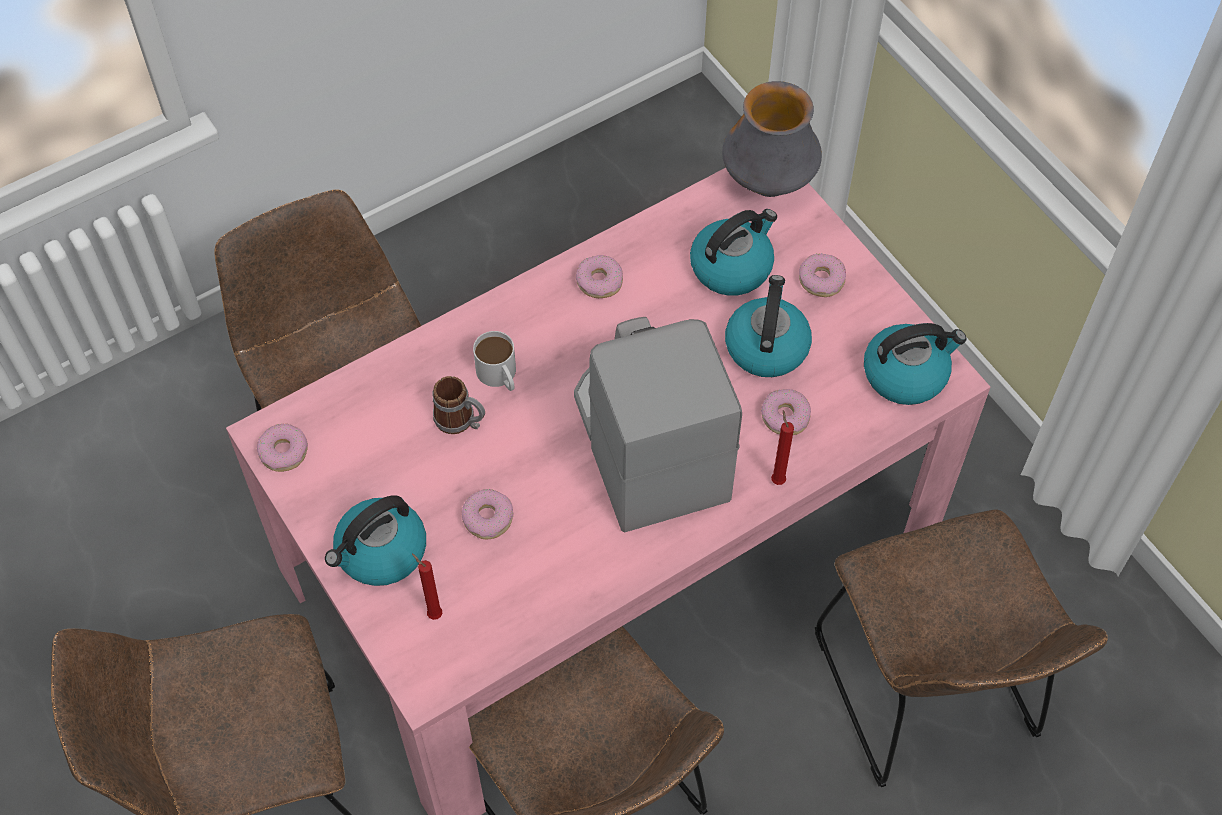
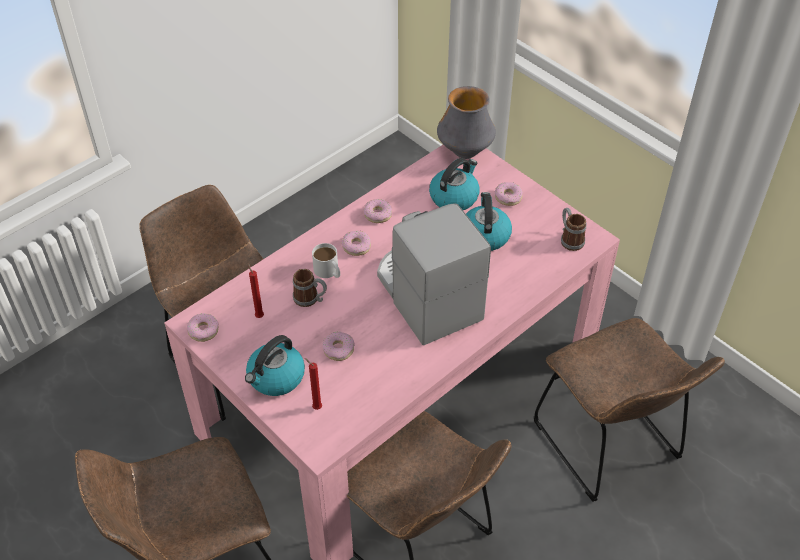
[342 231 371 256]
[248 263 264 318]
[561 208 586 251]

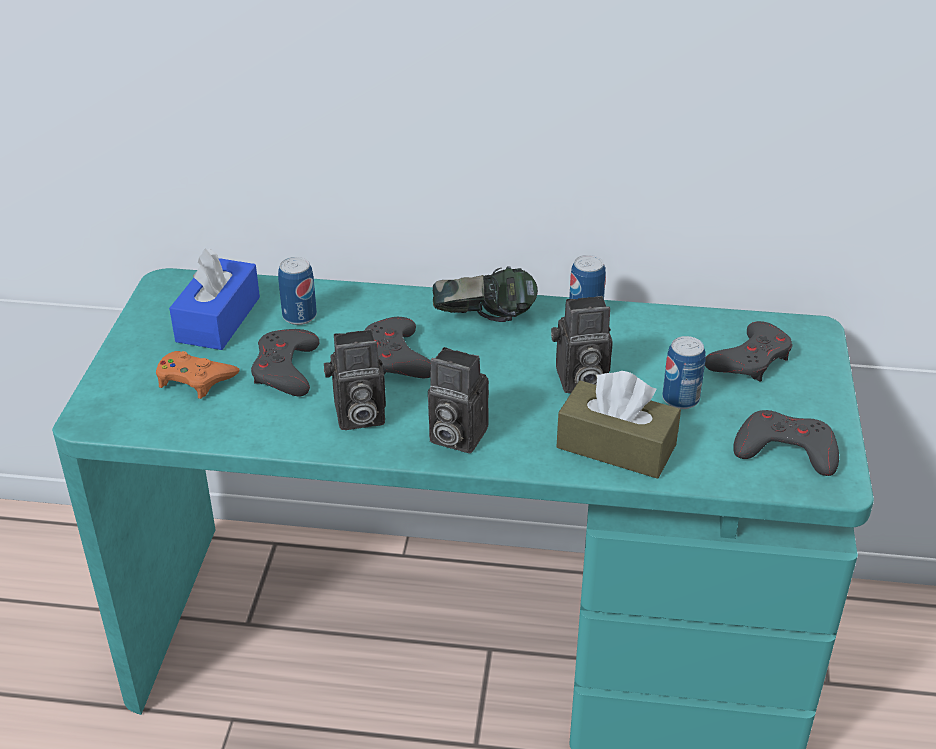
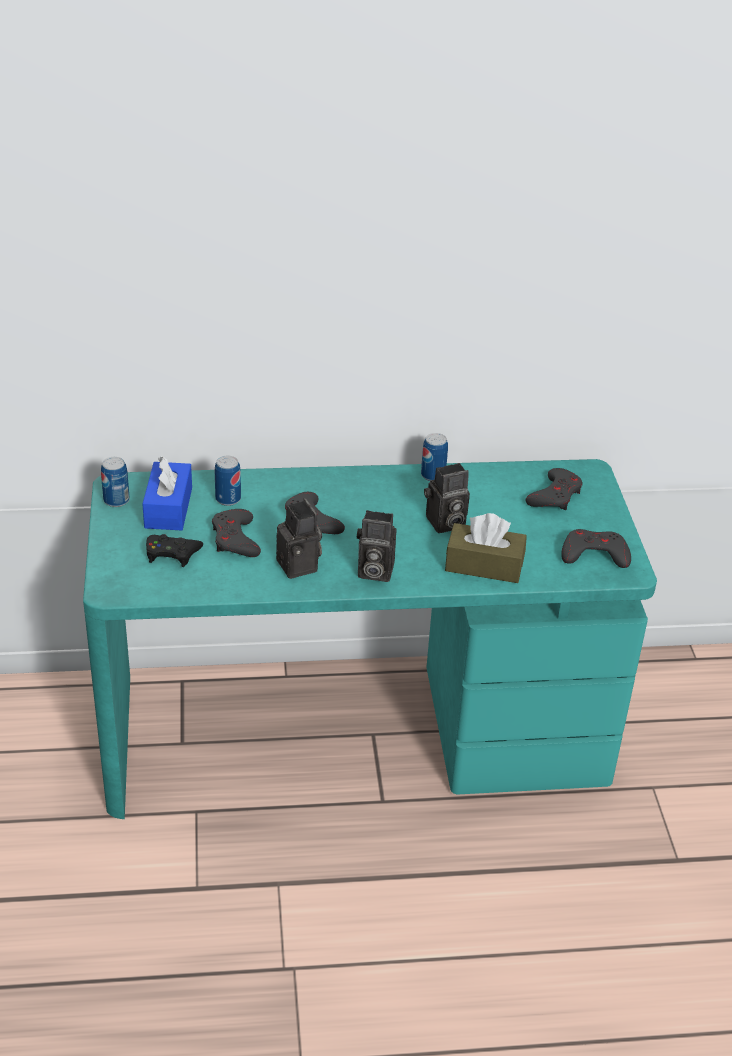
[146 534 204 567]
[276 498 322 579]
[433 266 538 322] (first image)
[101 457 129 507]

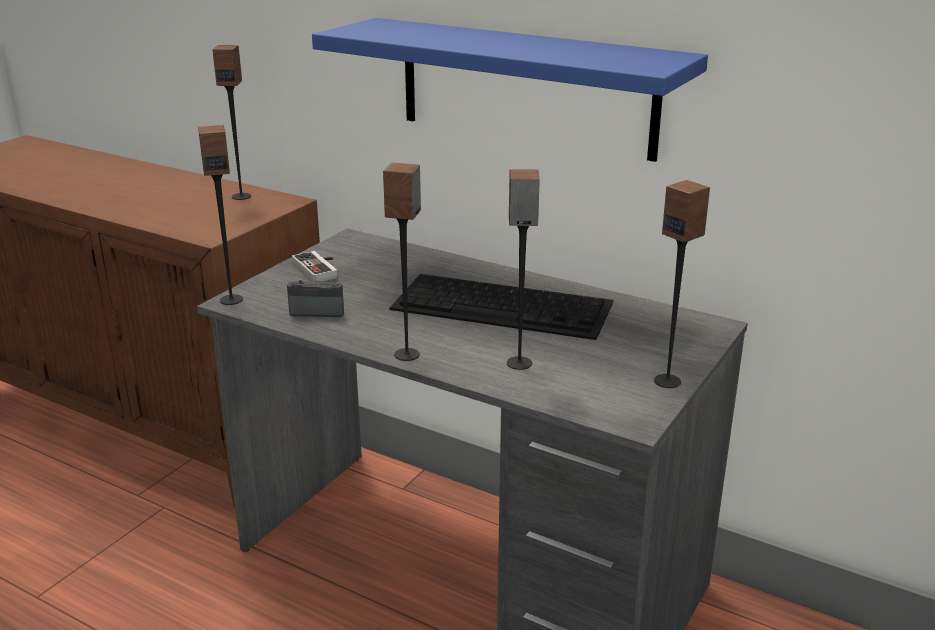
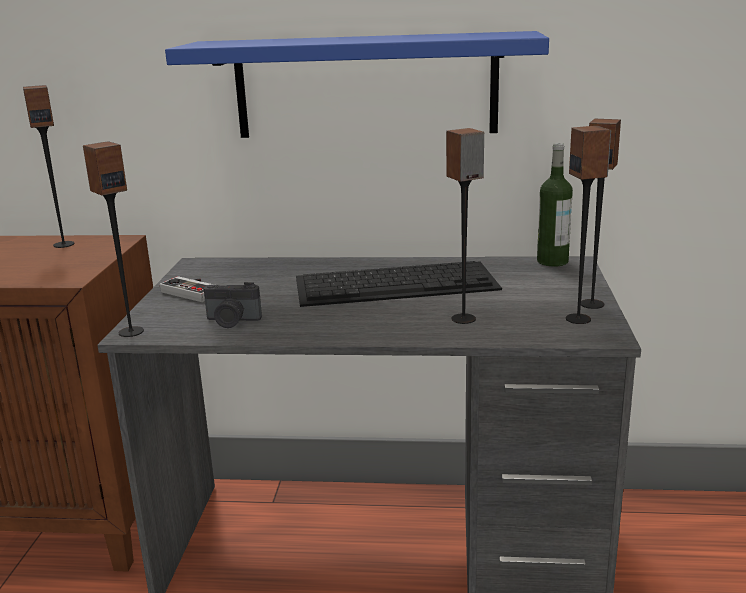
[204 282 262 328]
[566 126 611 324]
[537 143 573 267]

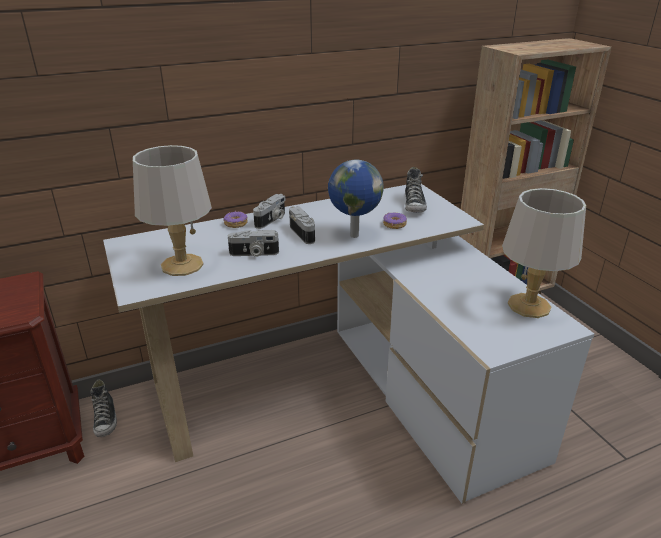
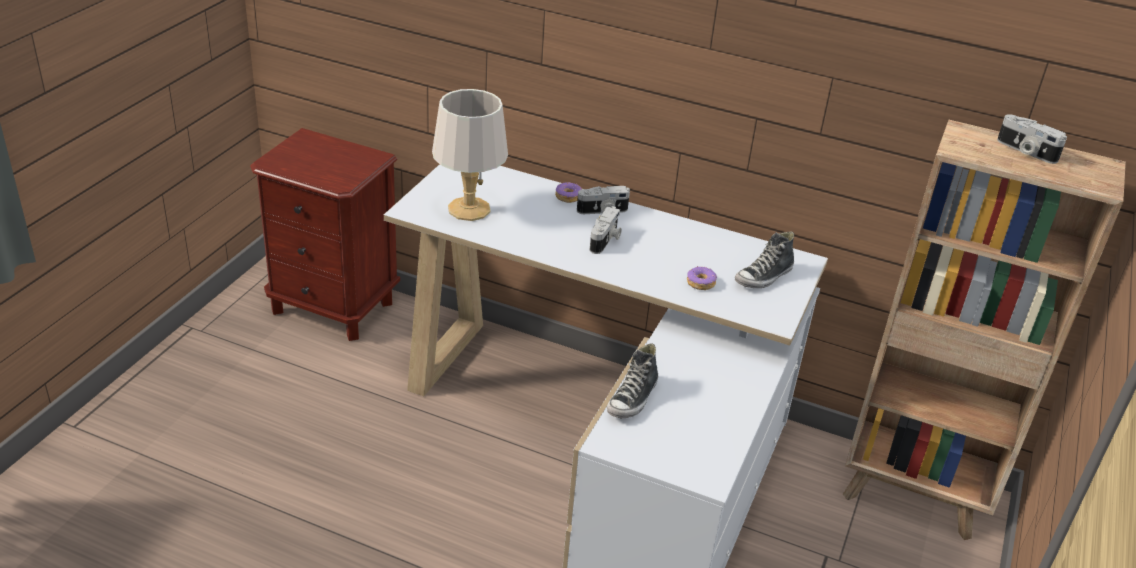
[607 343 658 418]
[997 114 1067 164]
[328 159 384 238] (first image)
[502 188 586 318] (first image)

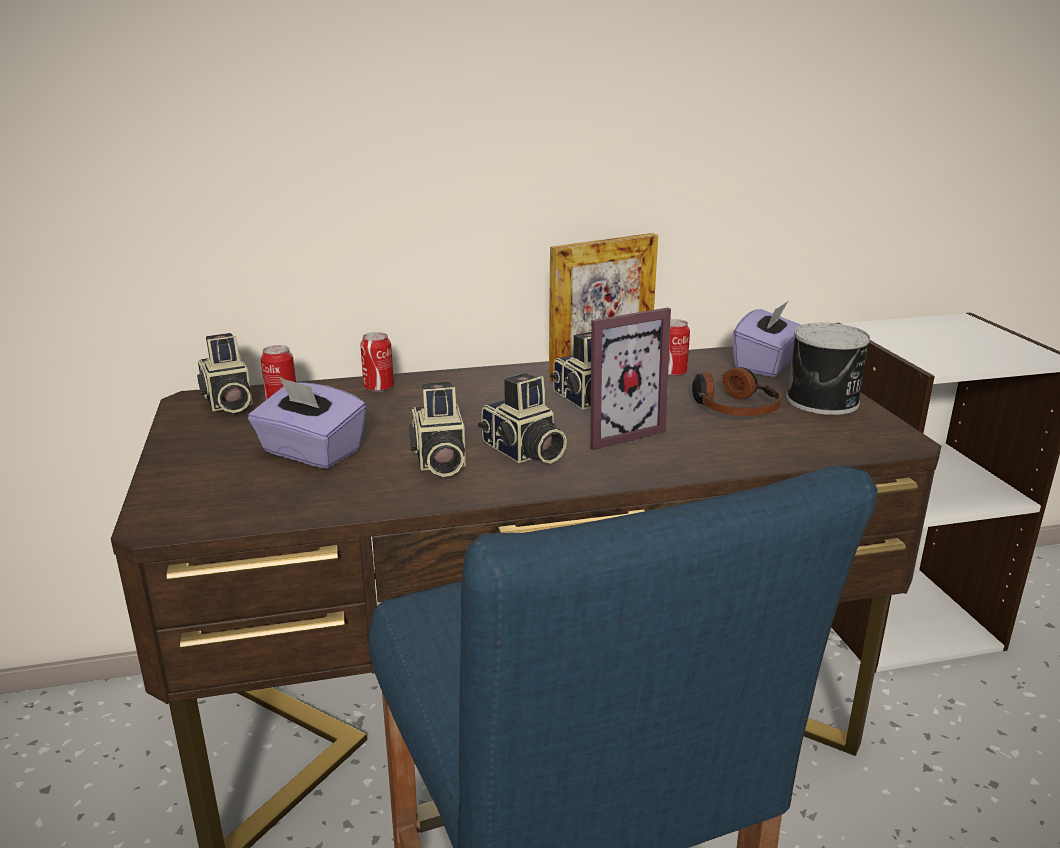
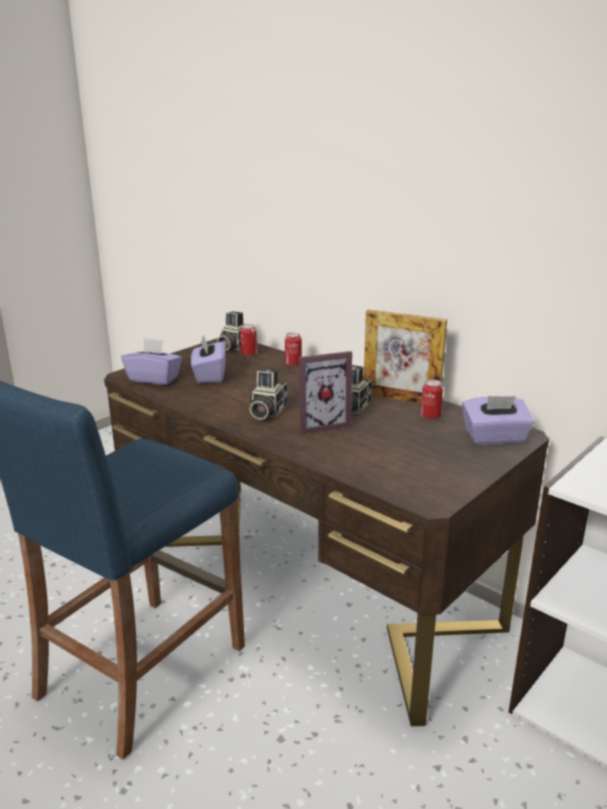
[409 382 466 477] (first image)
[299 351 352 435]
[692 367 781 416] (first image)
[786 323 870 415] (first image)
[121 338 182 385]

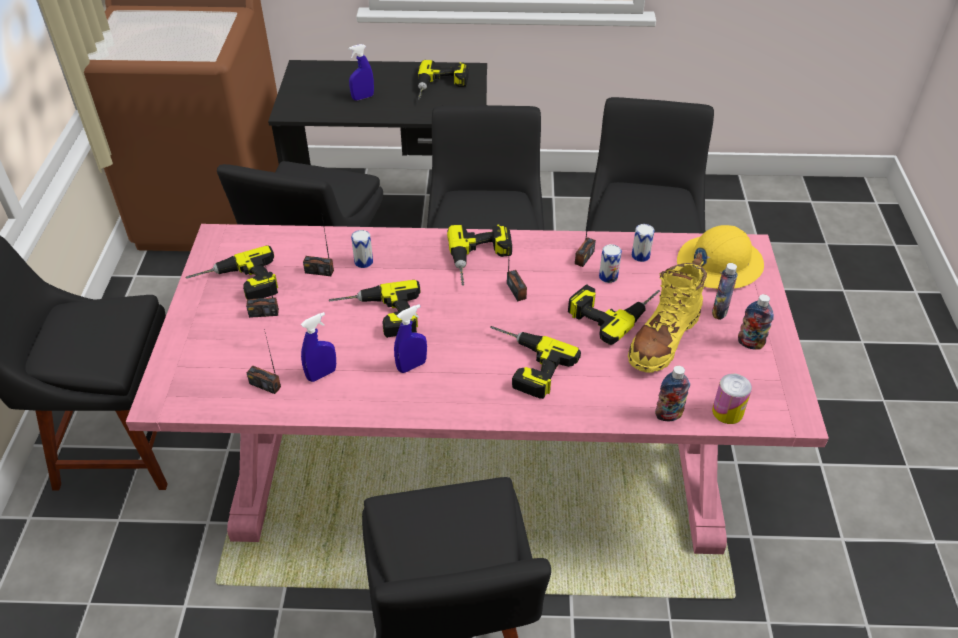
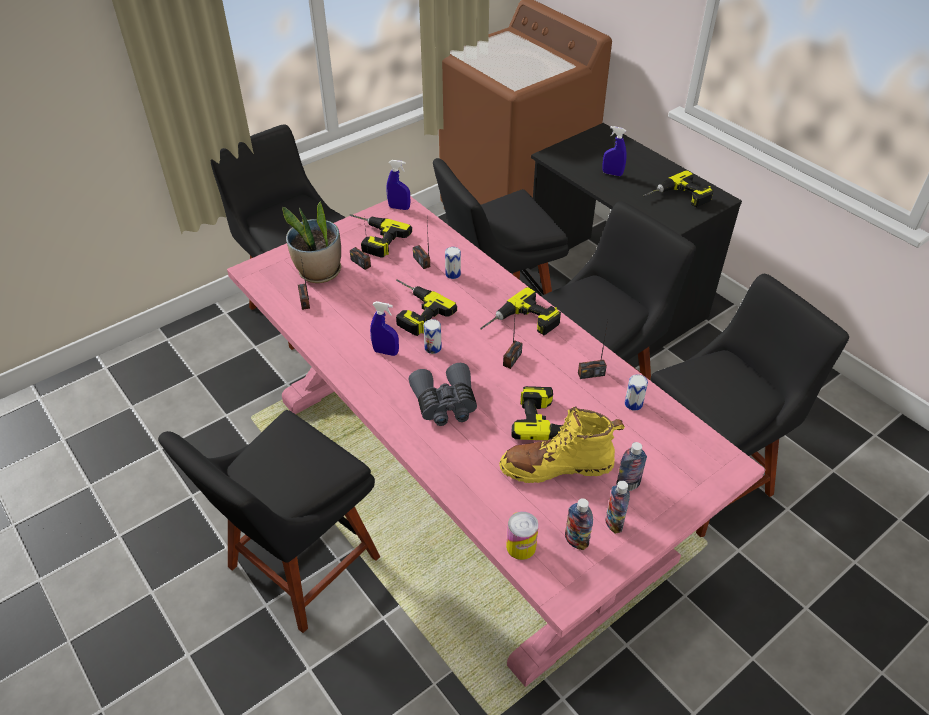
[387 160 410 210]
[409 363 477 426]
[424 319 442 354]
[565 498 593 550]
[677 225 764 289] (first image)
[282 201 341 283]

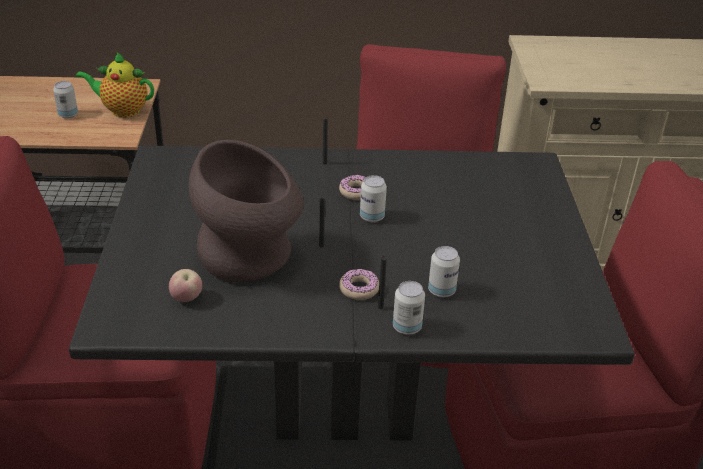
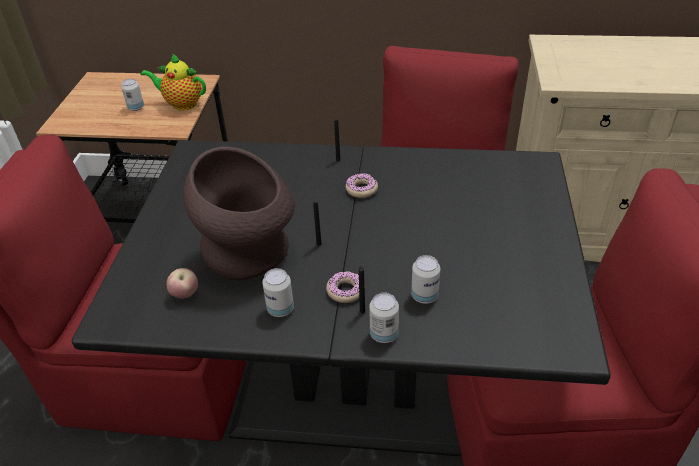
[262 268 294 317]

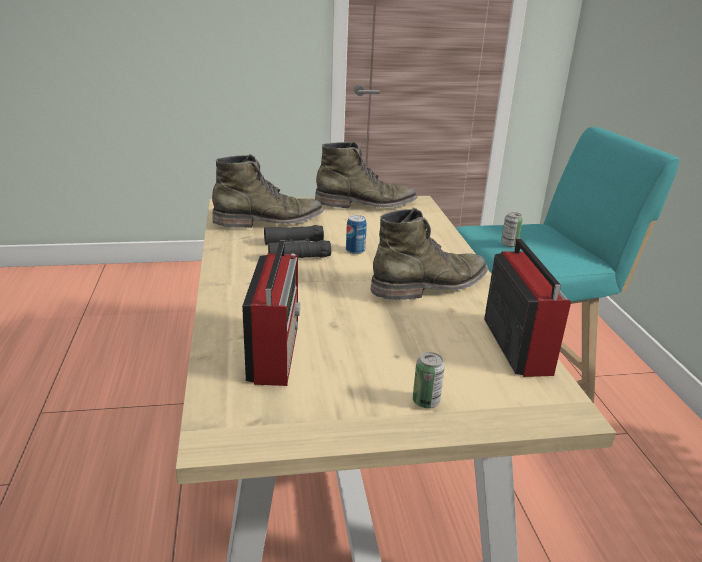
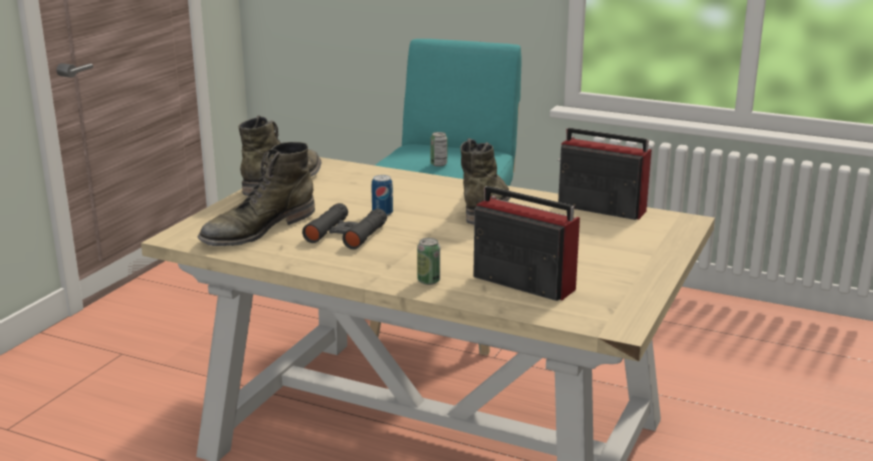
[198 142 315 246]
[417 238 440 285]

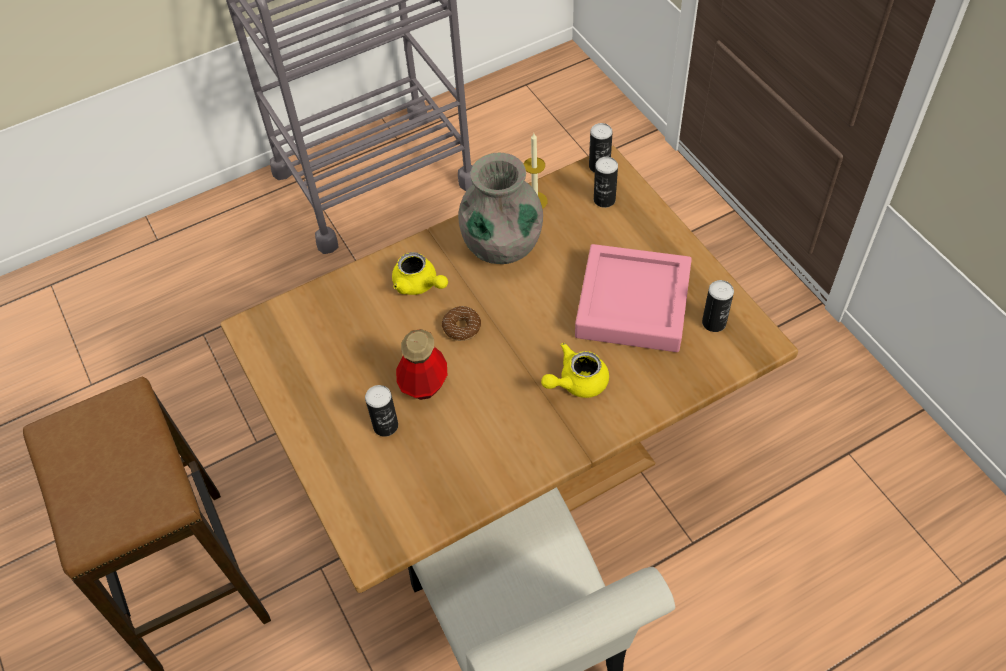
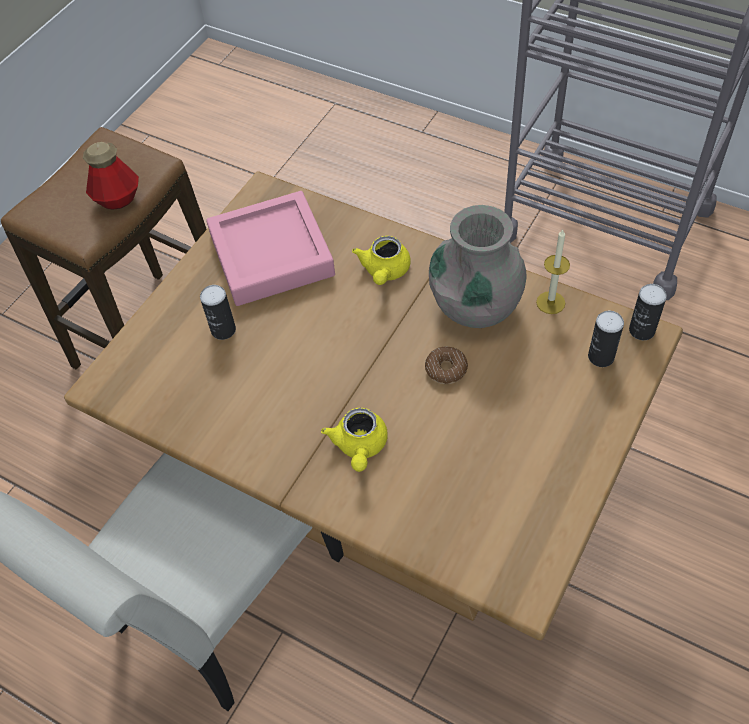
[83 142 139 210]
[425 347 468 384]
[321 408 388 472]
[206 191 335 306]
[702 280 734 332] (first image)

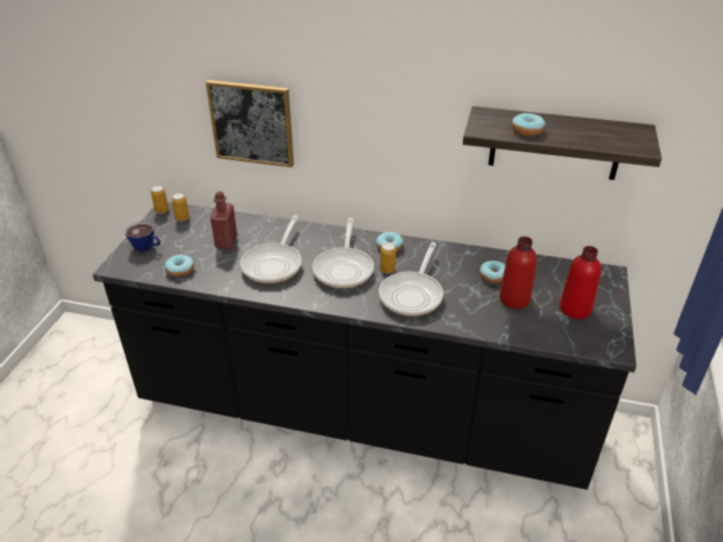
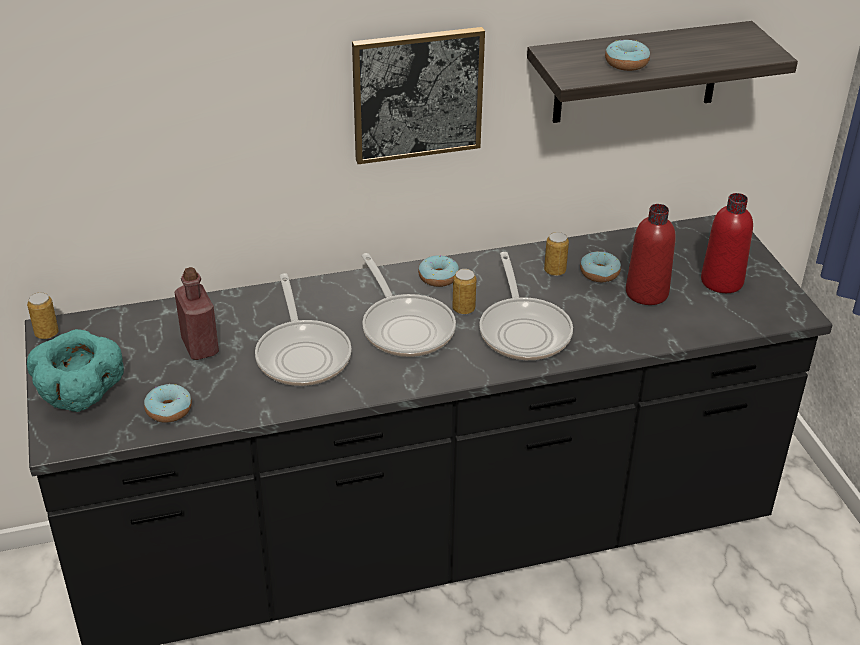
[27 329 124 412]
[544 232 569 276]
[352 27 485 164]

